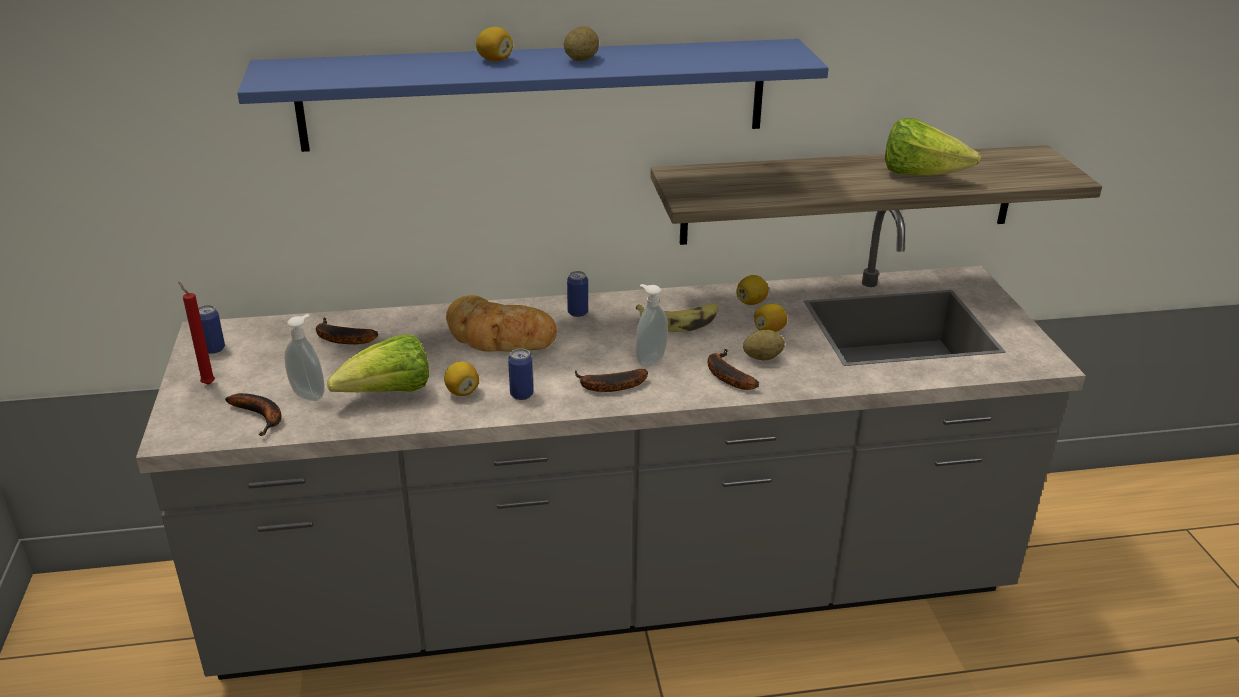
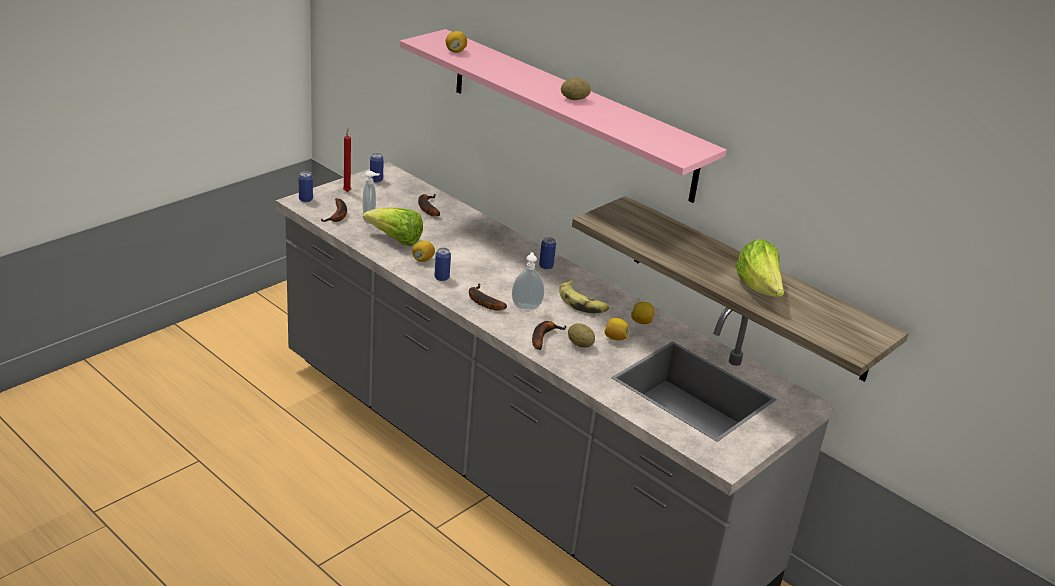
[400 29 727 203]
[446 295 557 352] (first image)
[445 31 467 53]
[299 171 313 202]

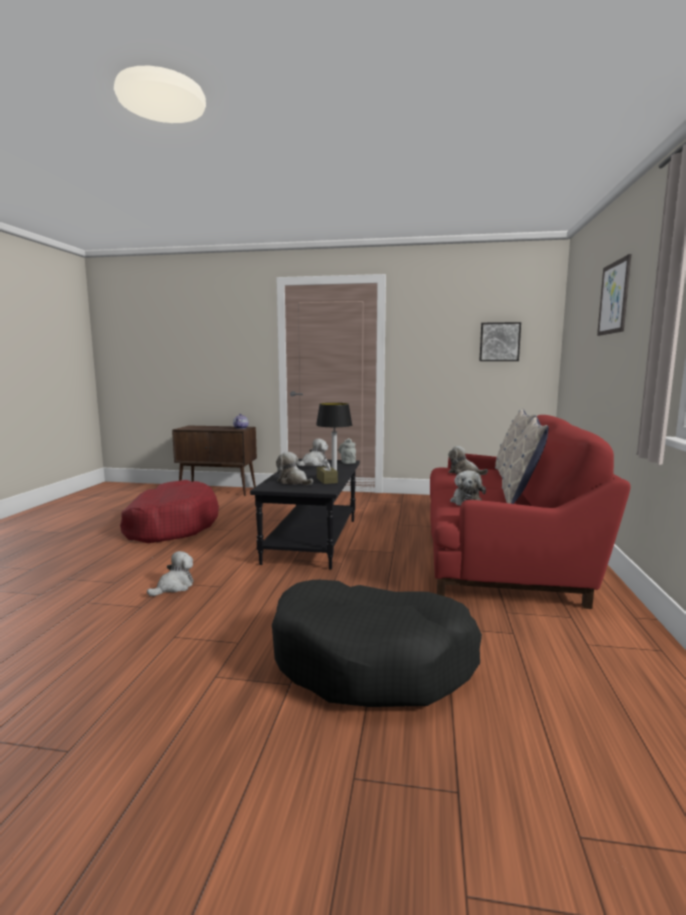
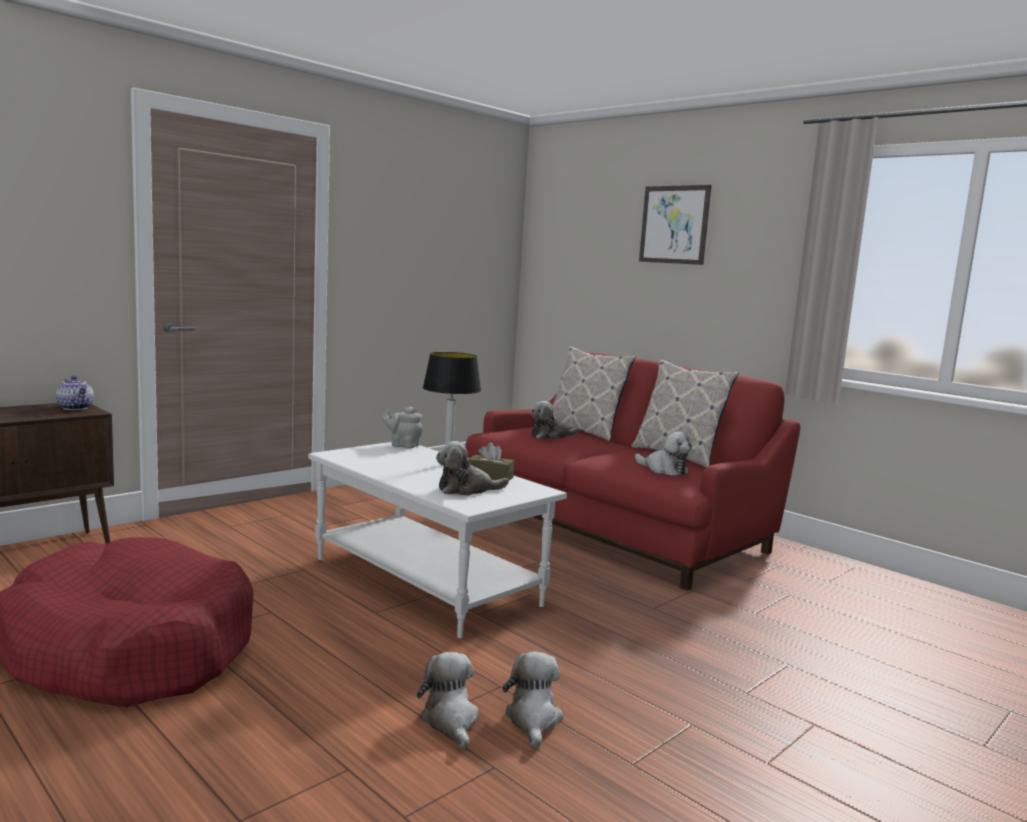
[308 442 567 638]
[272 580 482 707] (first image)
[503 651 563 748]
[479 322 521 361] (first image)

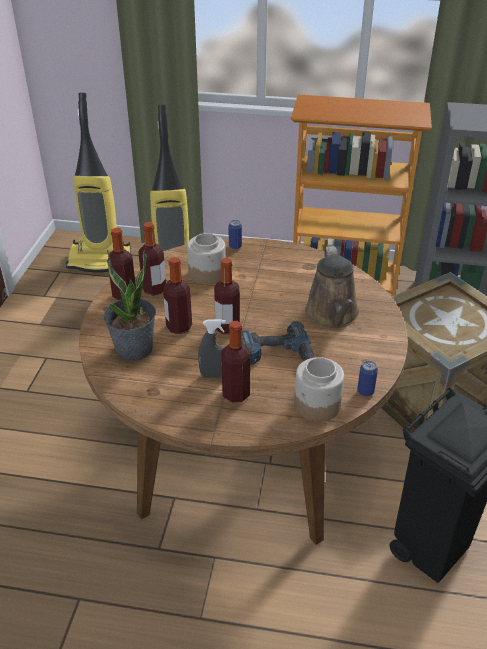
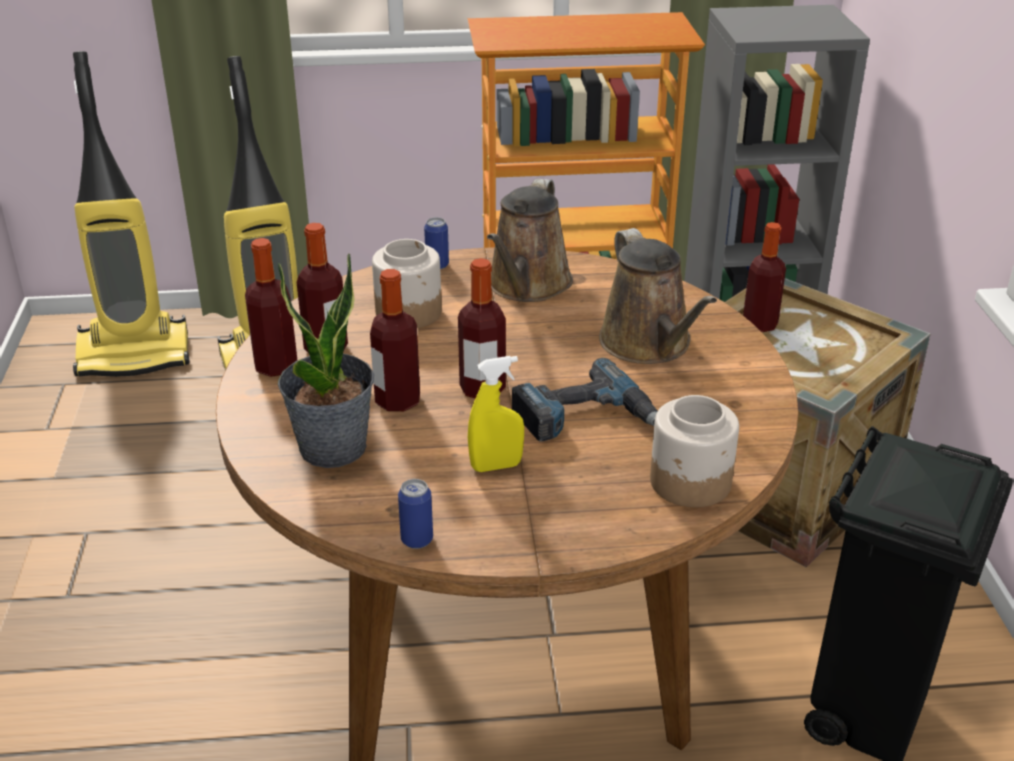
[468 356 524 472]
[743 222 786 332]
[398 479 433 549]
[487 179 573 302]

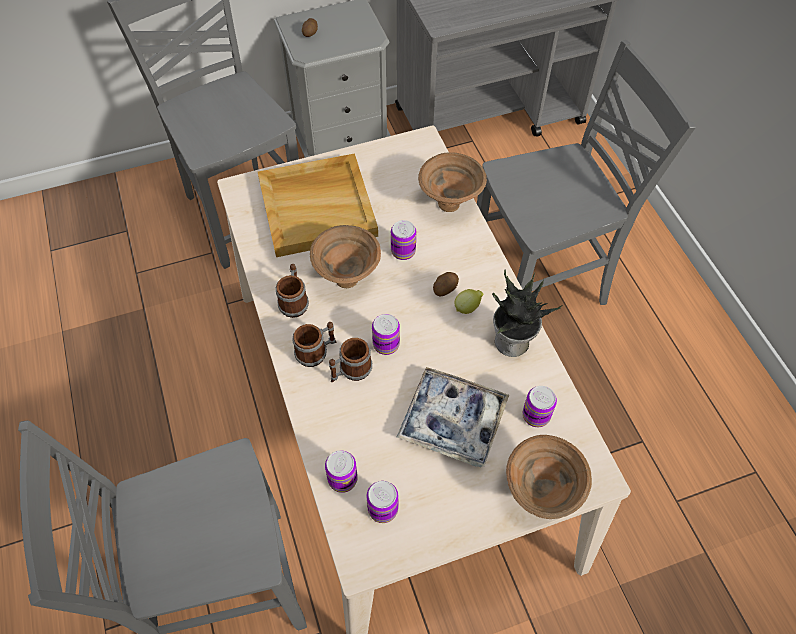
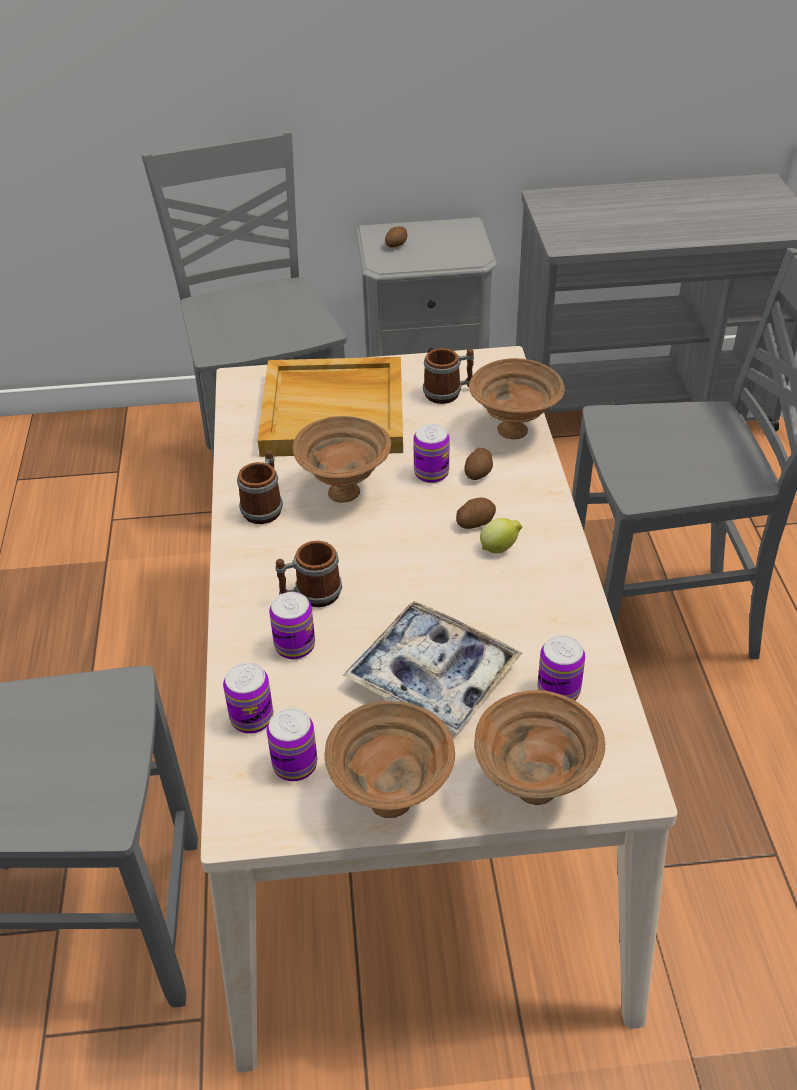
[423 348 474 404]
[269 592 315 659]
[492 269 563 357] (first image)
[324 701 455 818]
[464 448 493 480]

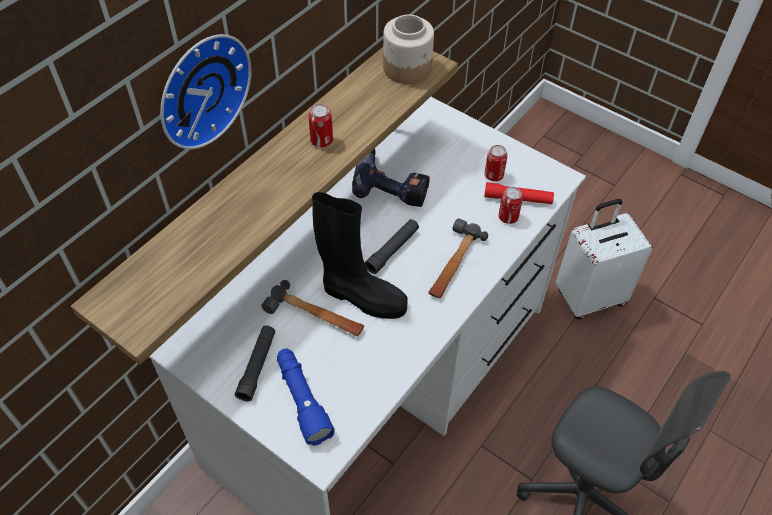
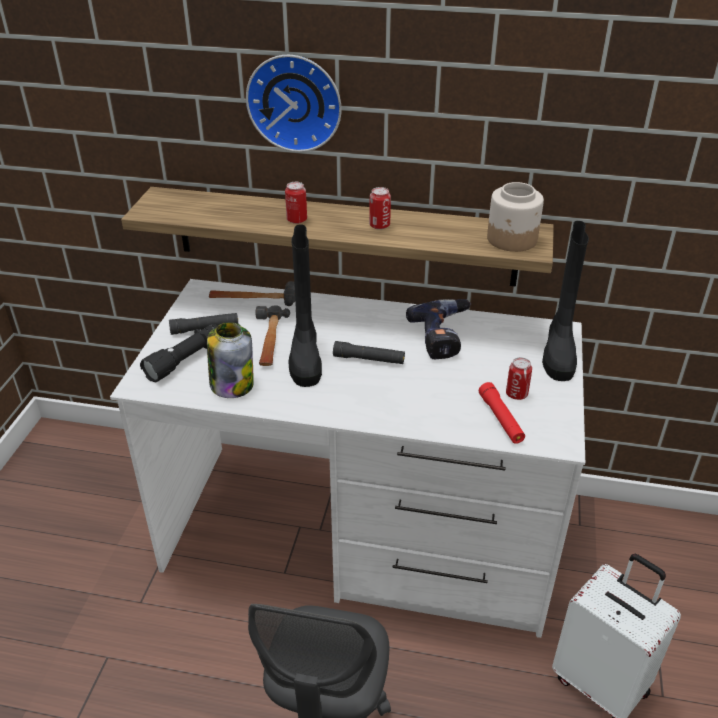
[140 324 217 383]
[209 281 295 306]
[285 182 307 224]
[207 322 254 398]
[542 221 589 381]

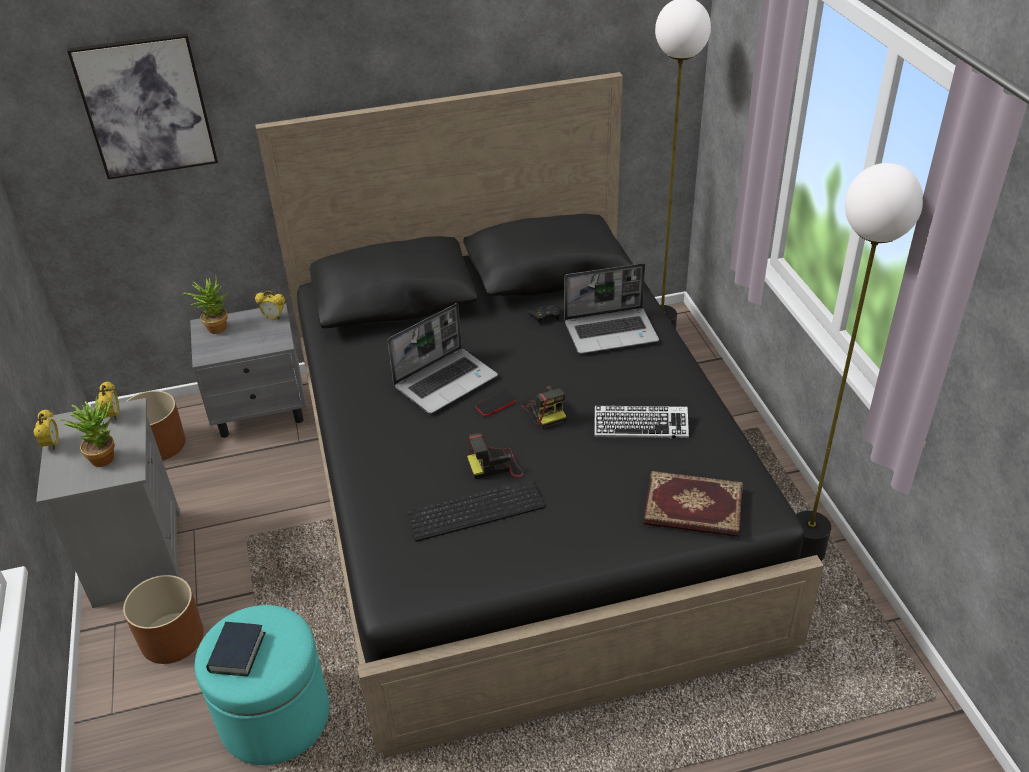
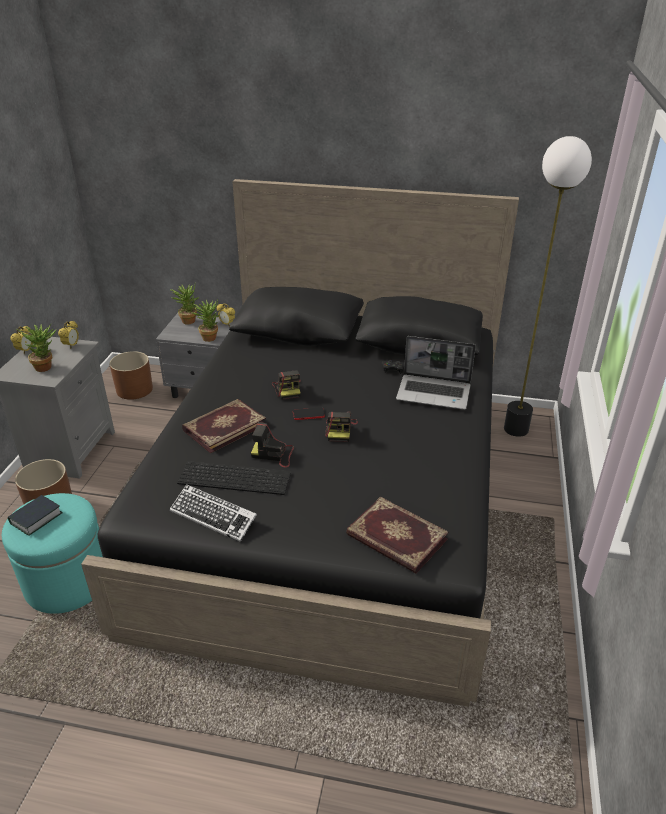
[67 33 218 179] (first image)
[272 370 301 400]
[170 484 257 542]
[796 163 923 561] (first image)
[182 399 266 453]
[191 299 220 342]

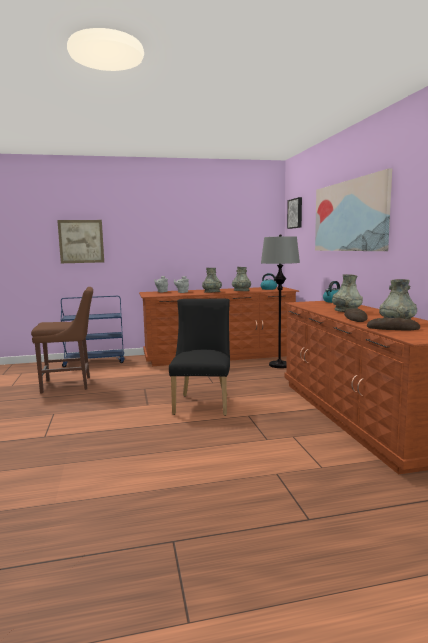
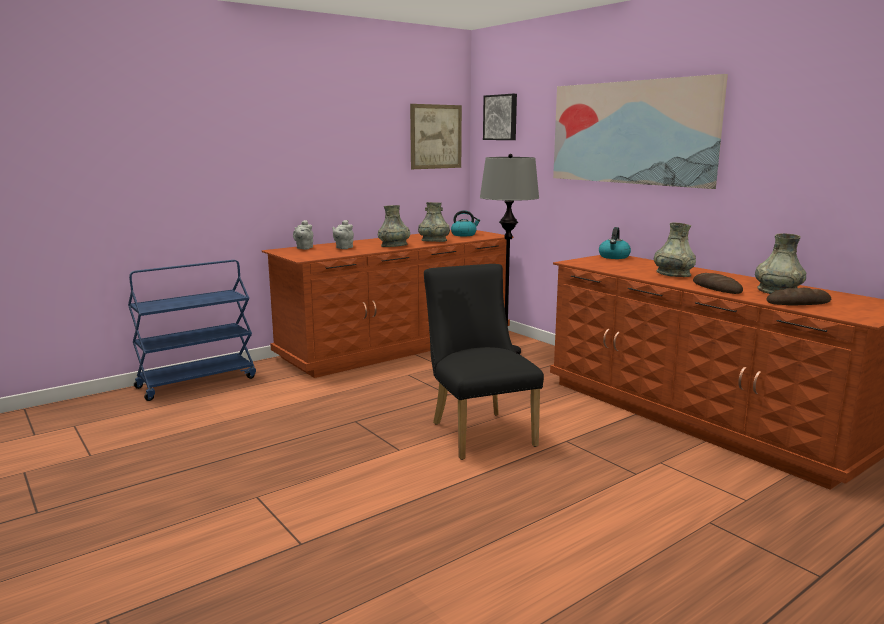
[31 287 93 394] (first image)
[410 104 462 169]

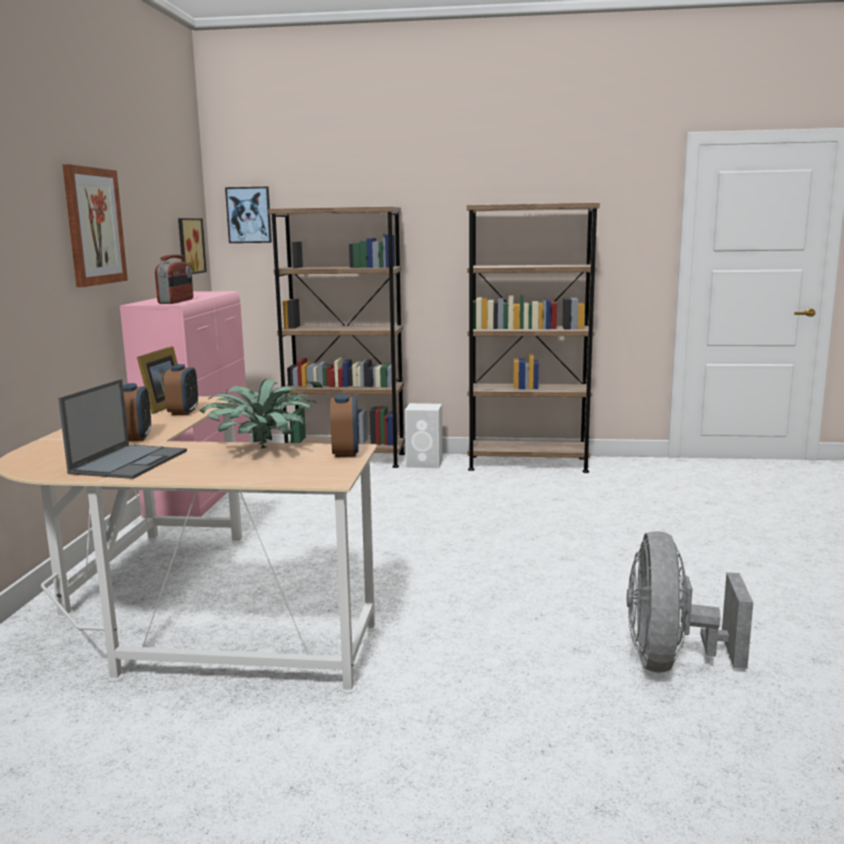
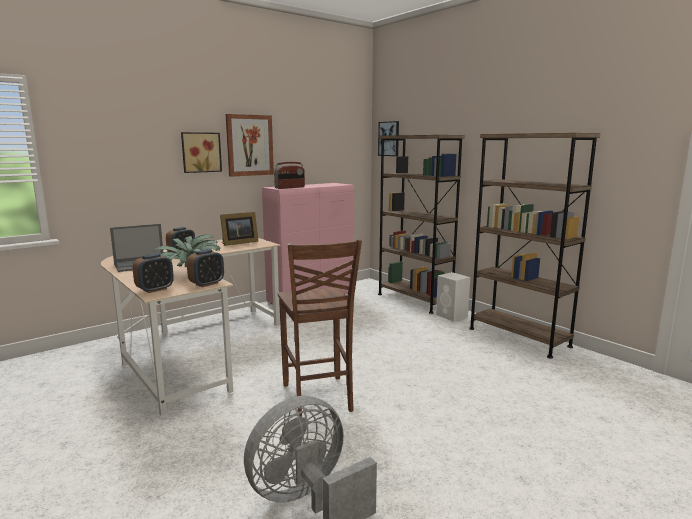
[133 253 174 293]
[181 132 222 173]
[278 239 362 417]

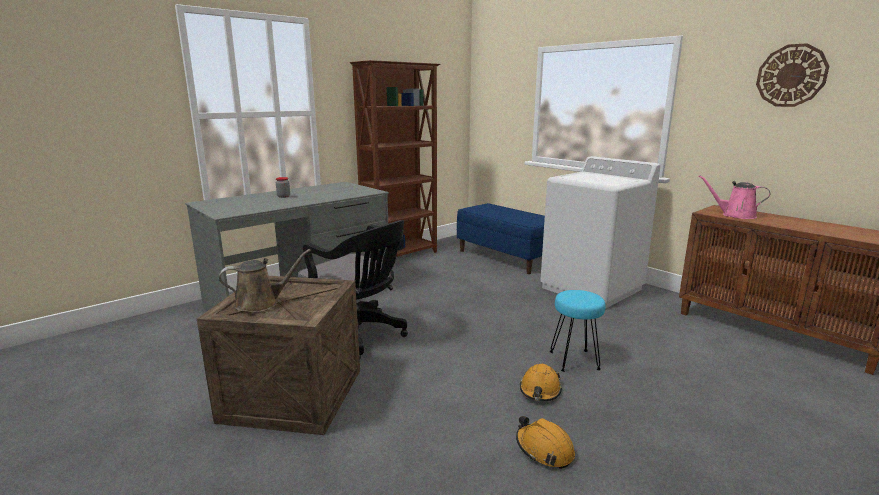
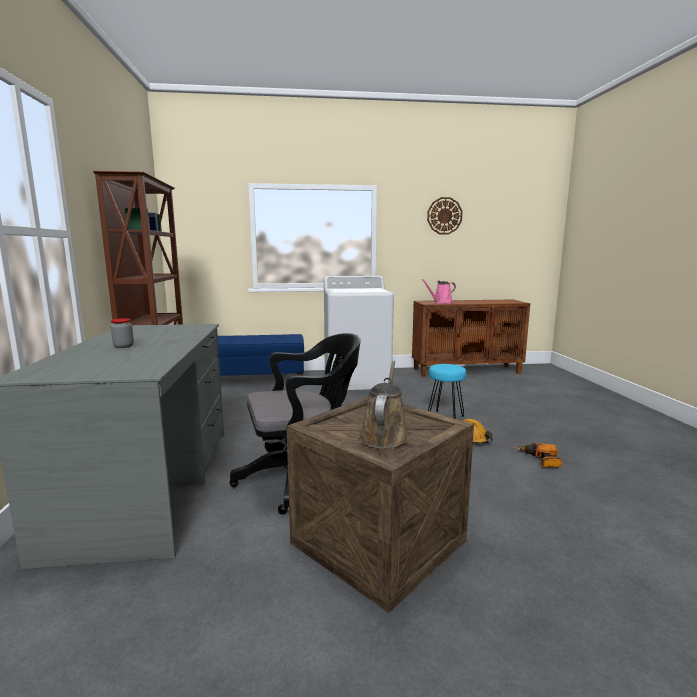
[512 443 562 467]

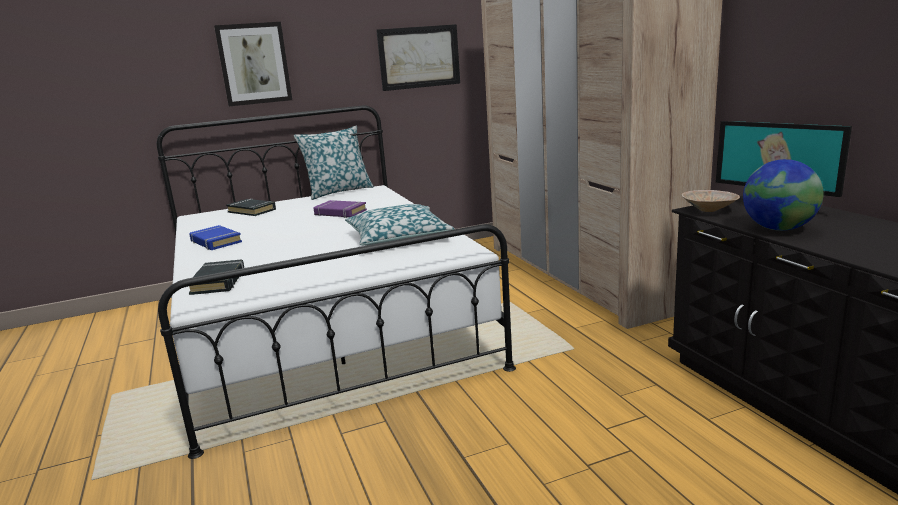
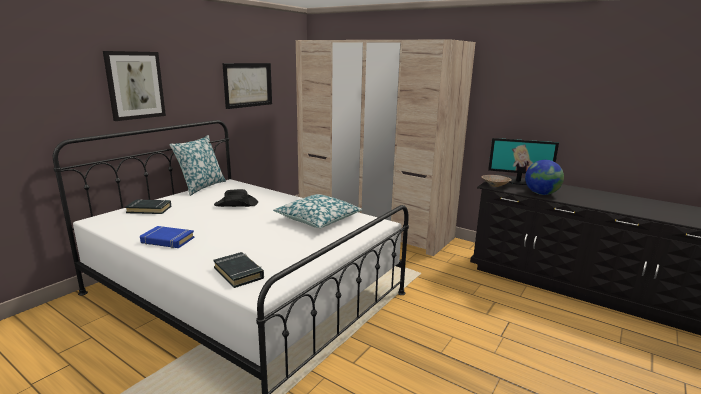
[214 189 258 207]

